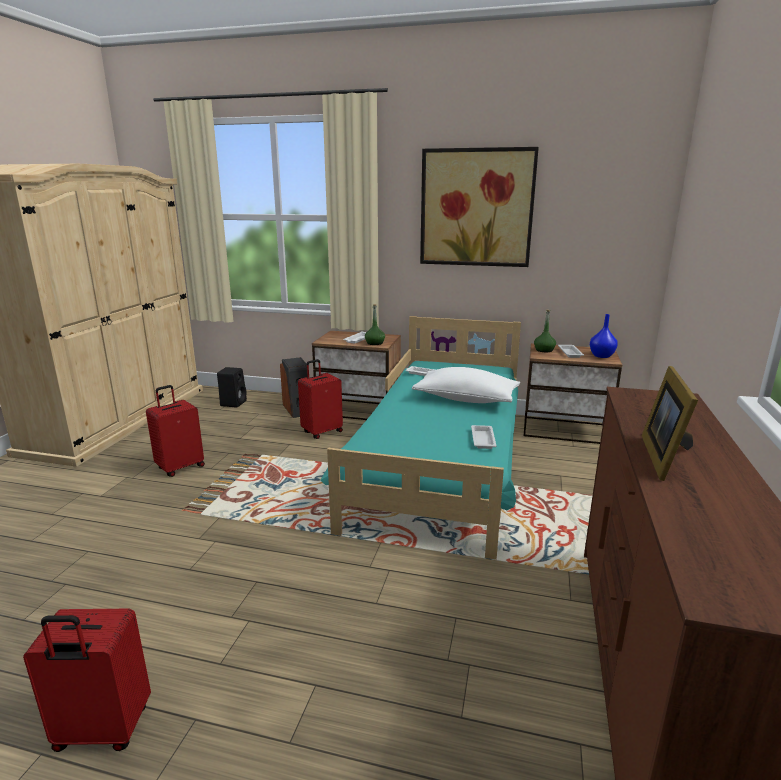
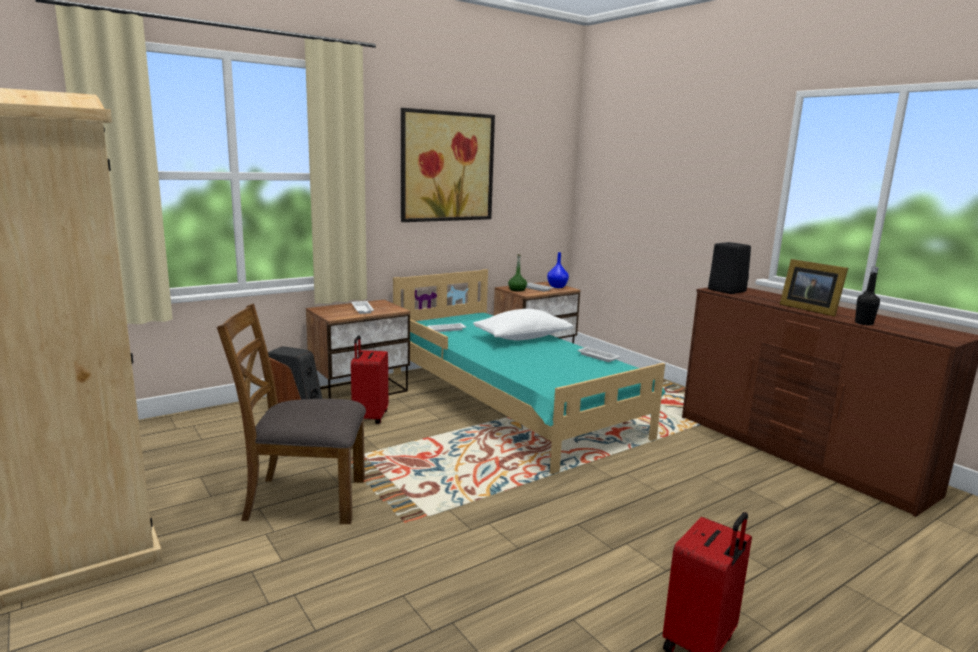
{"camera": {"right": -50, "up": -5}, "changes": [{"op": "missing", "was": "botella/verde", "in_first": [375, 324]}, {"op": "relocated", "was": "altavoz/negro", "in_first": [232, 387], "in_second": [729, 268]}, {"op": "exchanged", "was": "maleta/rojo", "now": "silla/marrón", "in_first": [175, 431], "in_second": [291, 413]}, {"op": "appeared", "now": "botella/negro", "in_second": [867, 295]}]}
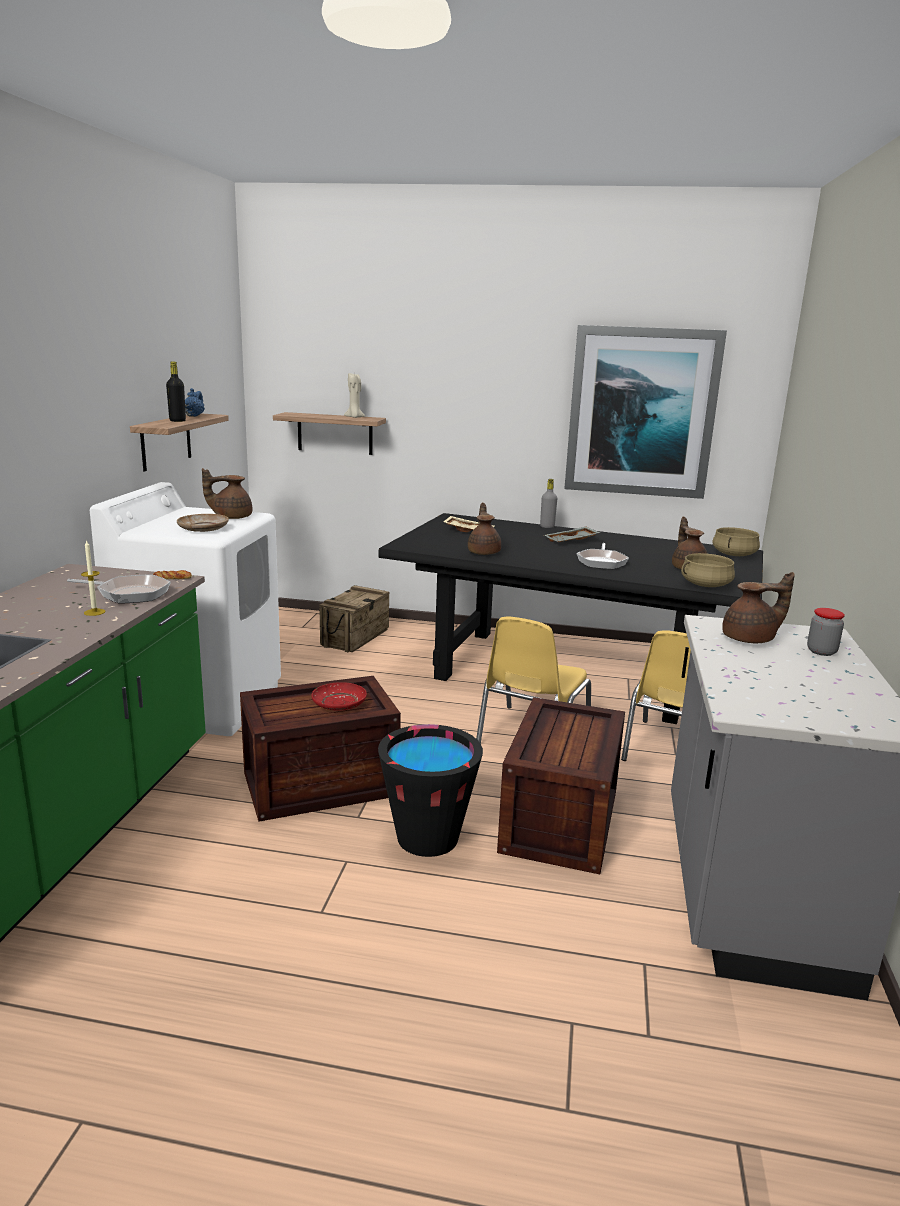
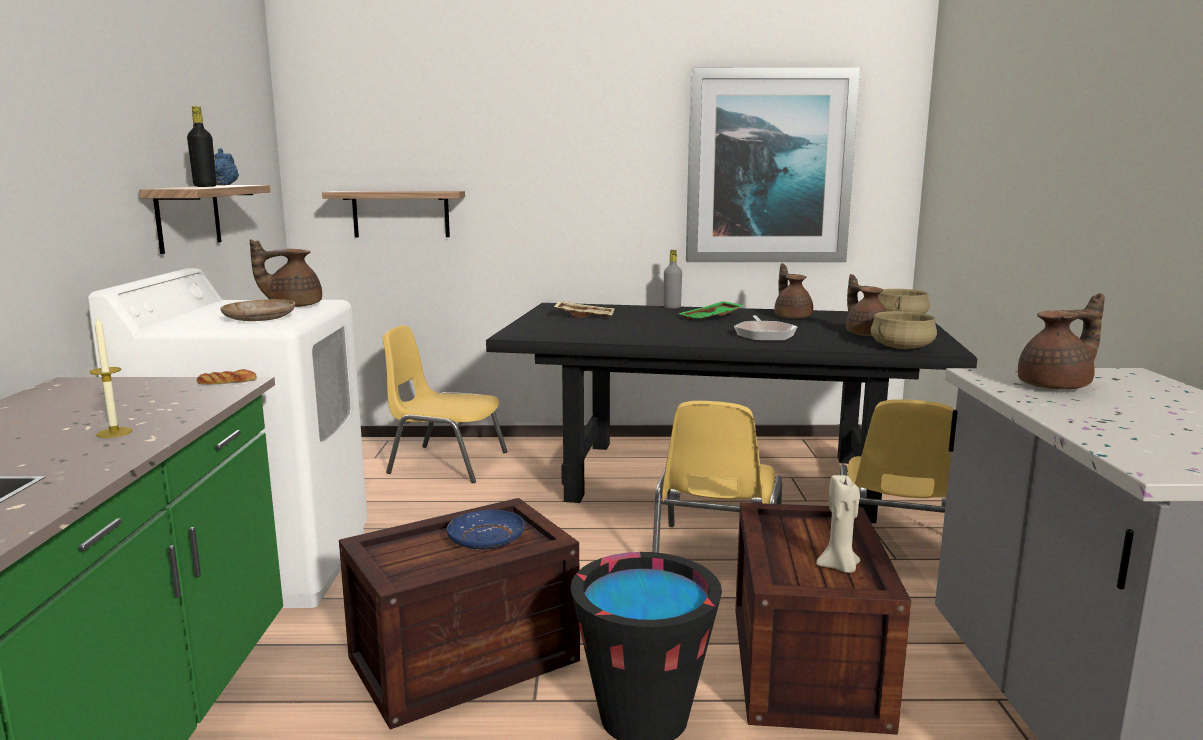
{"camera": {"right": -10, "up": -5}, "changes": [{"op": "relocated", "was": "vela/beis", "in_first": [354, 395], "in_second": [838, 524]}, {"op": "relocated", "was": "tetera/marrón", "in_first": [484, 529], "in_second": [793, 291]}, {"op": "colour", "was": "bandeja/gris", "now": "bandeja/verde", "in_first": [572, 534], "in_second": [712, 310]}, {"op": "missing", "was": "sartén", "in_first": [119, 589]}, {"op": "exchanged", "was": "caja de embalaje", "now": "silla/amarillo", "in_first": [354, 618], "in_second": [444, 404]}, {"op": "missing", "was": "tarro", "in_first": [826, 632]}, {"op": "colour", "was": "plato/rojo", "now": "plato/azul", "in_first": [339, 696], "in_second": [486, 529]}]}
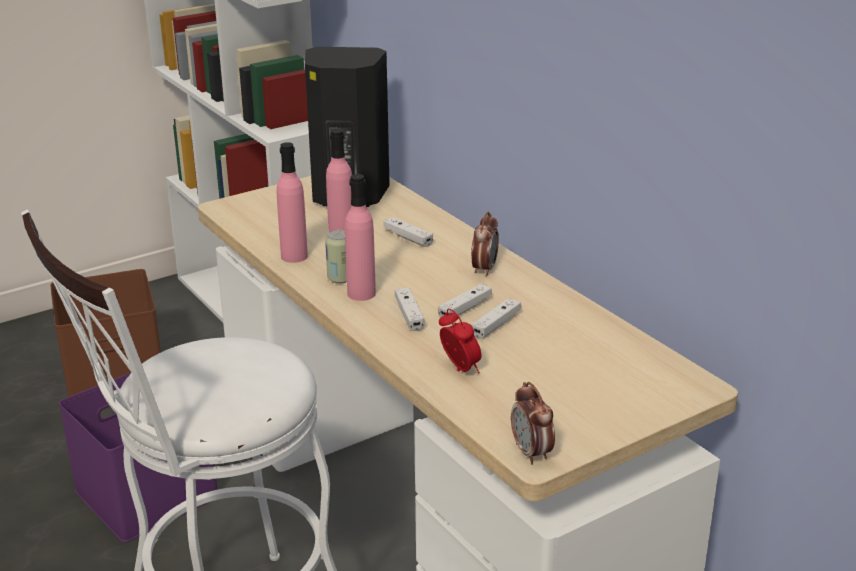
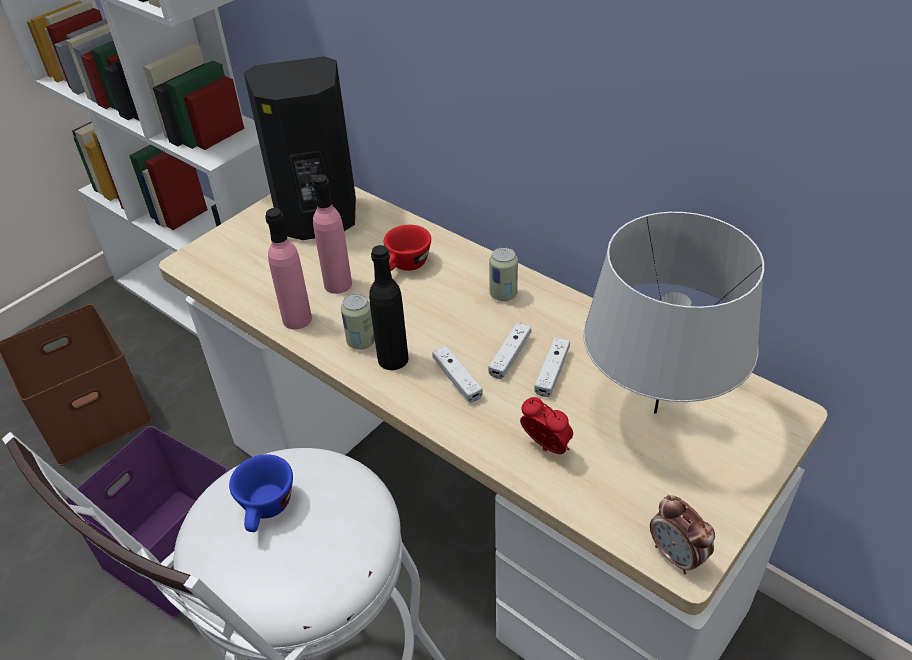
{"camera": {"right": -15, "up": 15}, "changes": [{"op": "colour", "was": "botella/rosa", "now": "botella/negro", "in_first": [360, 237], "in_second": [389, 307]}, {"op": "exchanged", "was": "despertador", "now": "lata", "in_first": [485, 244], "in_second": [503, 274]}, {"op": "exchanged", "was": "mando de consola/blanco", "now": "taza/rojo", "in_first": [408, 232], "in_second": [407, 248]}, {"op": "appeared", "now": "lámpara de mesa/gris", "in_second": [673, 313]}, {"op": "appeared", "now": "taza/azul", "in_second": [261, 493]}]}
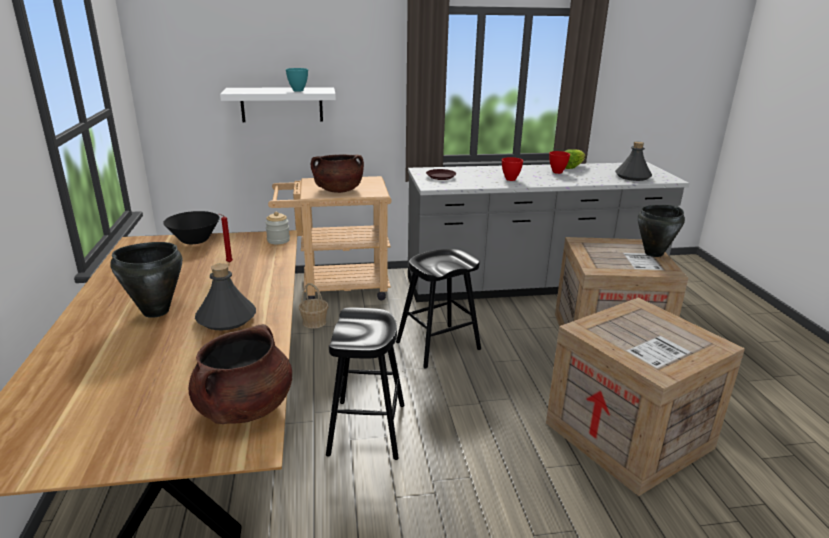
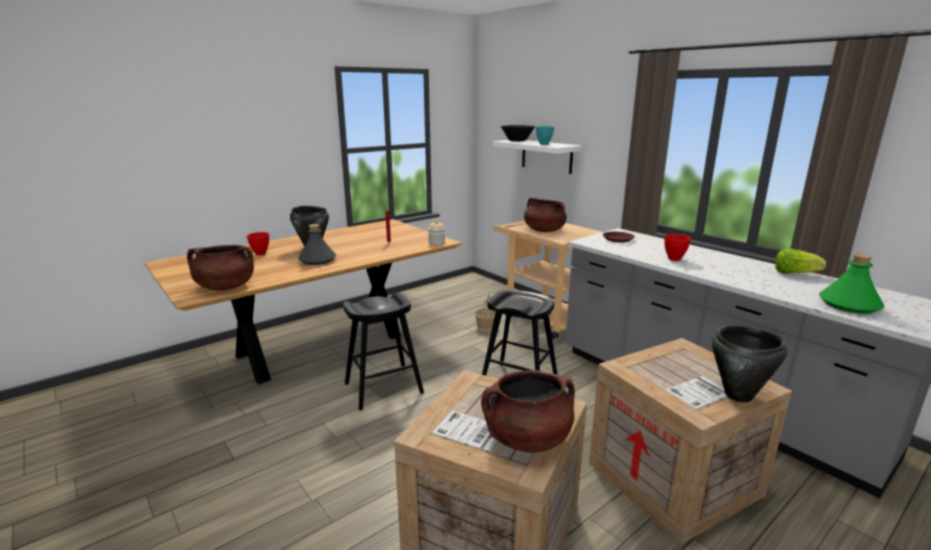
{"camera": {"right": 60, "up": -5}, "changes": [{"op": "colour", "was": "botella/gris", "now": "botella/verde", "in_first": [633, 161], "in_second": [851, 284]}, {"op": "relocated", "was": "cuenco/rojo", "in_first": [559, 162], "in_second": [258, 243]}, {"op": "relocated", "was": "cuenco/negro", "in_first": [191, 227], "in_second": [518, 133]}, {"op": "appeared", "now": "olla/marrón", "in_second": [528, 411]}]}
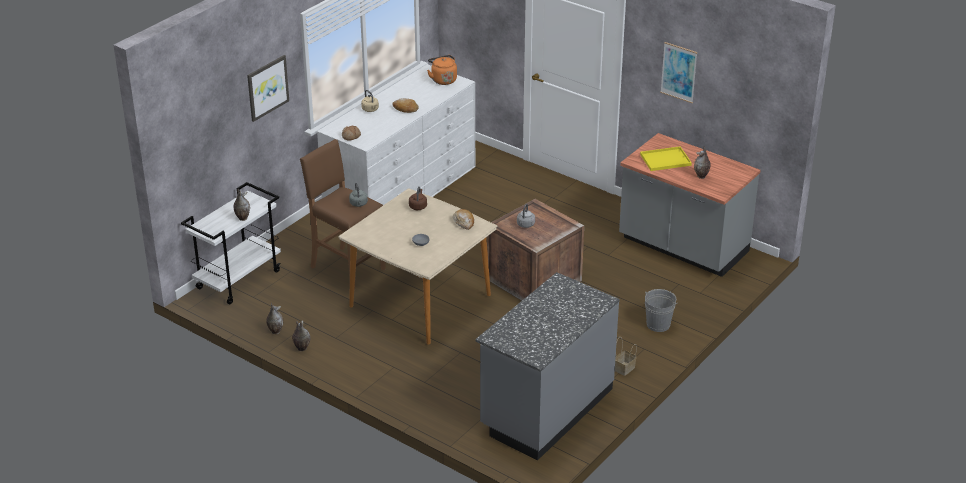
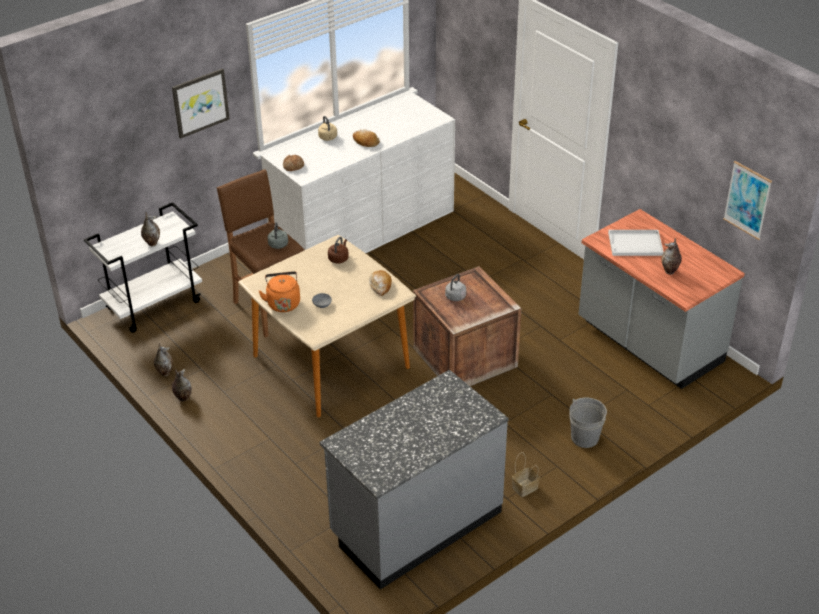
{"camera": {"right": 15, "up": 5}, "changes": [{"op": "relocated", "was": "cuadro", "in_first": [679, 72], "in_second": [747, 200]}, {"op": "relocated", "was": "hervidor/naranja", "in_first": [442, 70], "in_second": [279, 291]}, {"op": "colour", "was": "bandeja/amarillo", "now": "bandeja/blanco", "in_first": [666, 158], "in_second": [636, 243]}]}
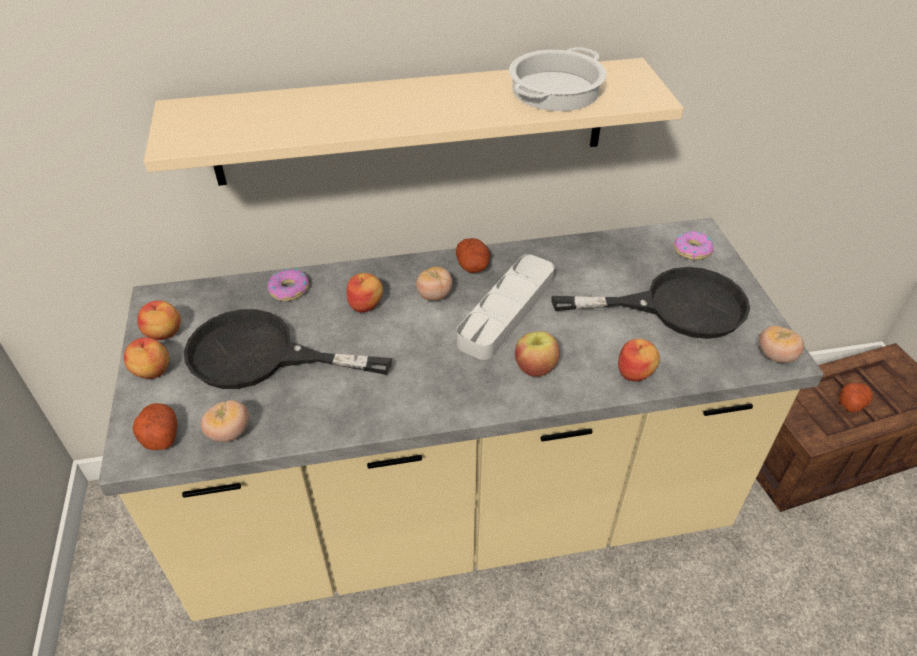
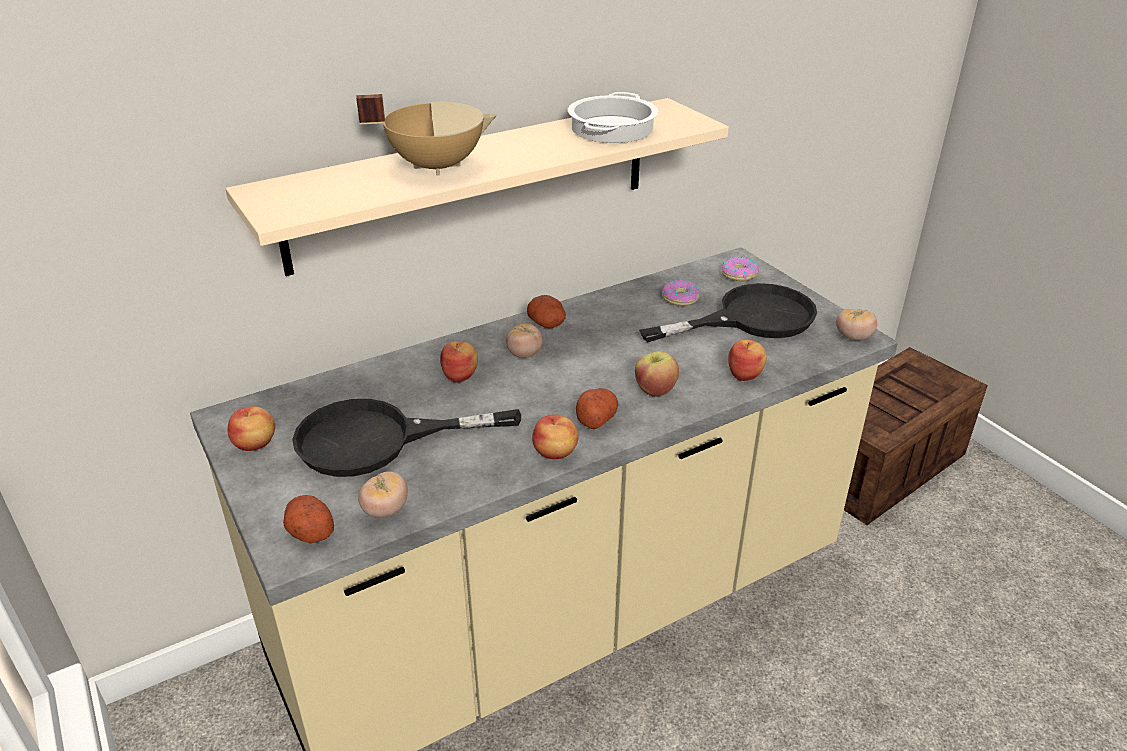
{"camera": {"right": -20, "up": -10}, "changes": [{"op": "missing", "was": "bandeja/gris", "in_first": [505, 307]}, {"op": "relocated", "was": "rosquilla", "in_first": [288, 285], "in_second": [681, 292]}, {"op": "relocated", "was": "manzana", "in_first": [146, 358], "in_second": [555, 436]}, {"op": "relocated", "was": "patata", "in_first": [856, 397], "in_second": [597, 408]}, {"op": "appeared", "now": "olla/beis", "in_second": [426, 135]}]}
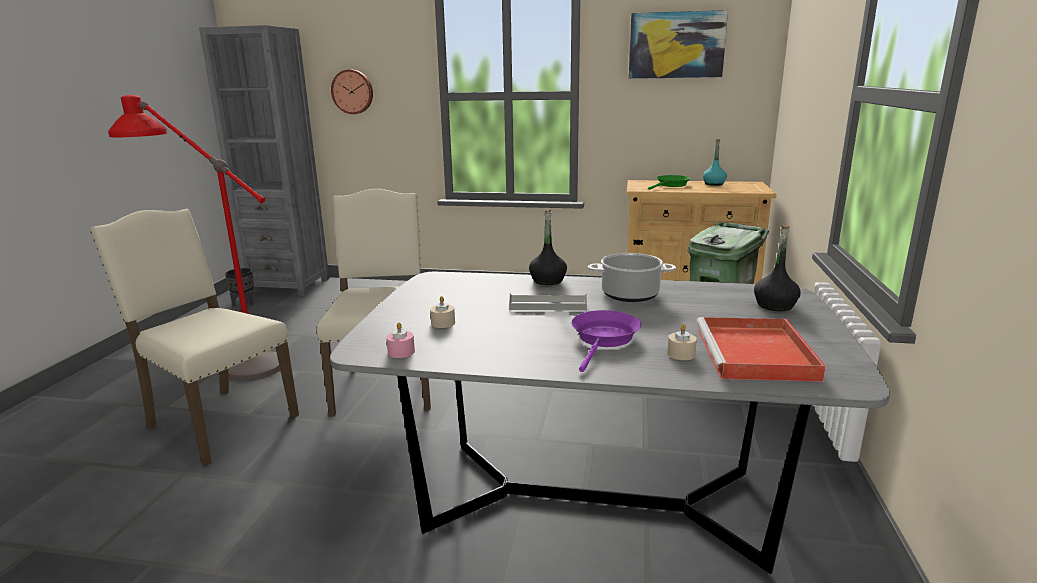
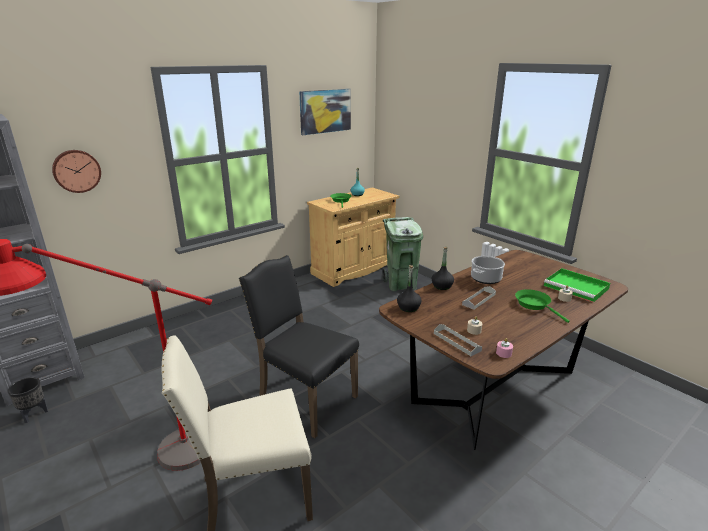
{"camera": {"right": -50, "up": 5}, "changes": [{"op": "colour", "was": "silla/beis", "now": "silla/negro", "in_first": [373, 303], "in_second": [299, 346]}, {"op": "relocated", "was": "botella/negro", "in_first": [777, 268], "in_second": [409, 288]}, {"op": "colour", "was": "mesa de comedor/gris", "now": "mesa de comedor/marrón", "in_first": [610, 423], "in_second": [503, 350]}, {"op": "colour", "was": "sartén/morado", "now": "sartén/verde", "in_first": [606, 341], "in_second": [542, 306]}, {"op": "colour", "was": "bandeja/rojo", "now": "bandeja/verde", "in_first": [761, 349], "in_second": [577, 285]}, {"op": "appeared", "now": "bandeja/gris", "in_second": [458, 340]}]}
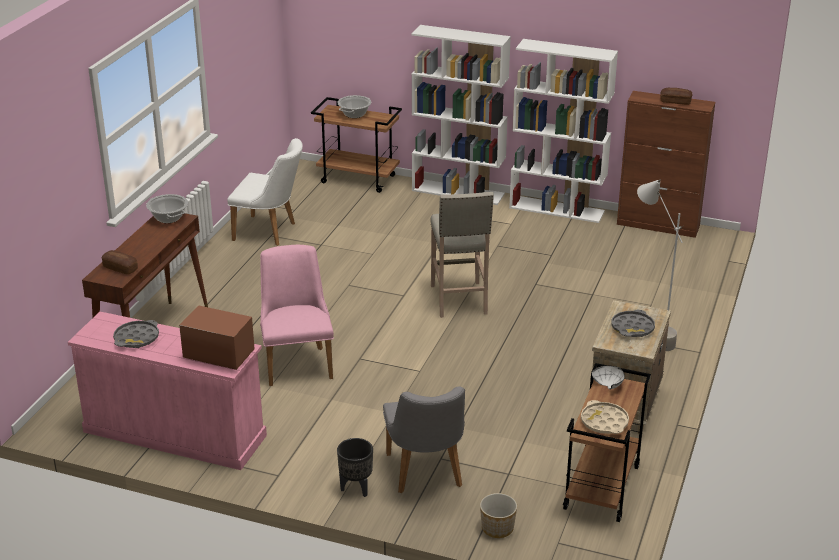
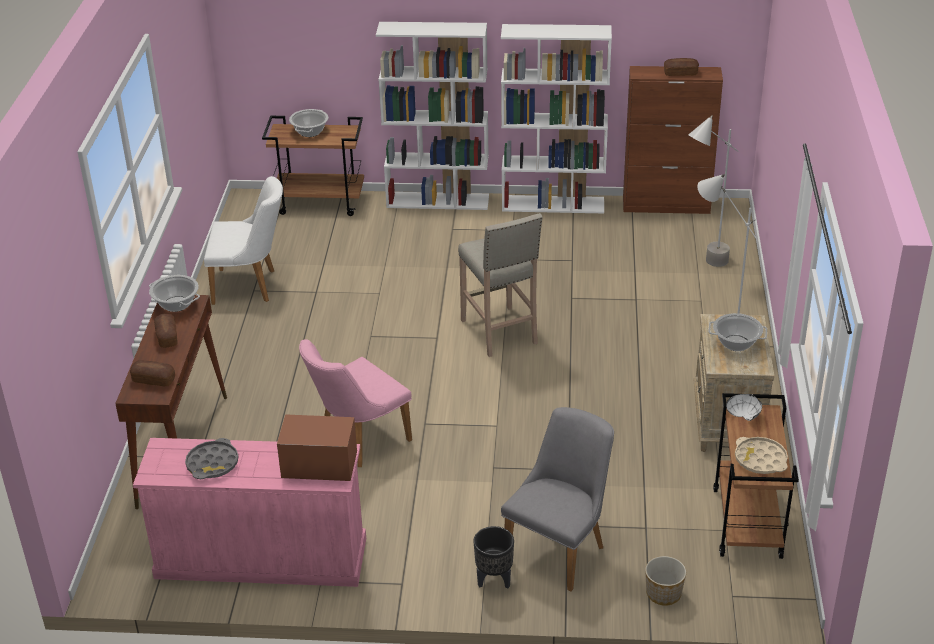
{"camera": {"right": -15, "up": 5}, "changes": [{"op": "spun", "was": "silla/rosa", "in_first": [297, 315], "in_second": [355, 403], "clockwise": -105}, {"op": "exchanged", "was": "bandeja/gris", "now": "olla", "in_first": [633, 323], "in_second": [737, 332]}, {"op": "spun", "was": "silla/gris", "in_first": [424, 440], "in_second": [557, 499], "clockwise": -120}, {"op": "appeared", "now": "lámpara de pie/gris", "in_second": [713, 191]}, {"op": "appeared", "now": "pan", "in_second": [166, 330]}]}
